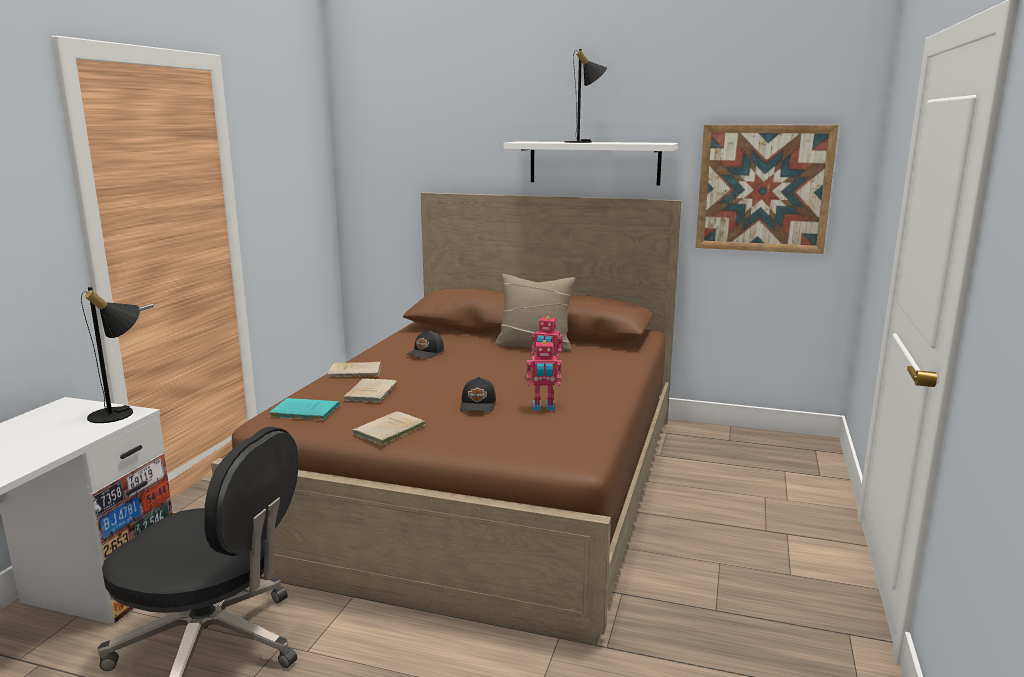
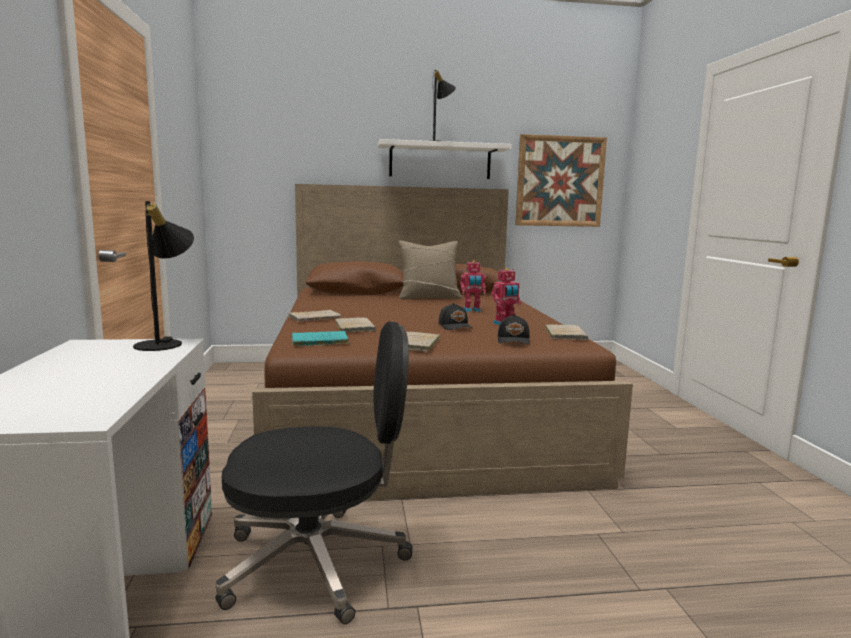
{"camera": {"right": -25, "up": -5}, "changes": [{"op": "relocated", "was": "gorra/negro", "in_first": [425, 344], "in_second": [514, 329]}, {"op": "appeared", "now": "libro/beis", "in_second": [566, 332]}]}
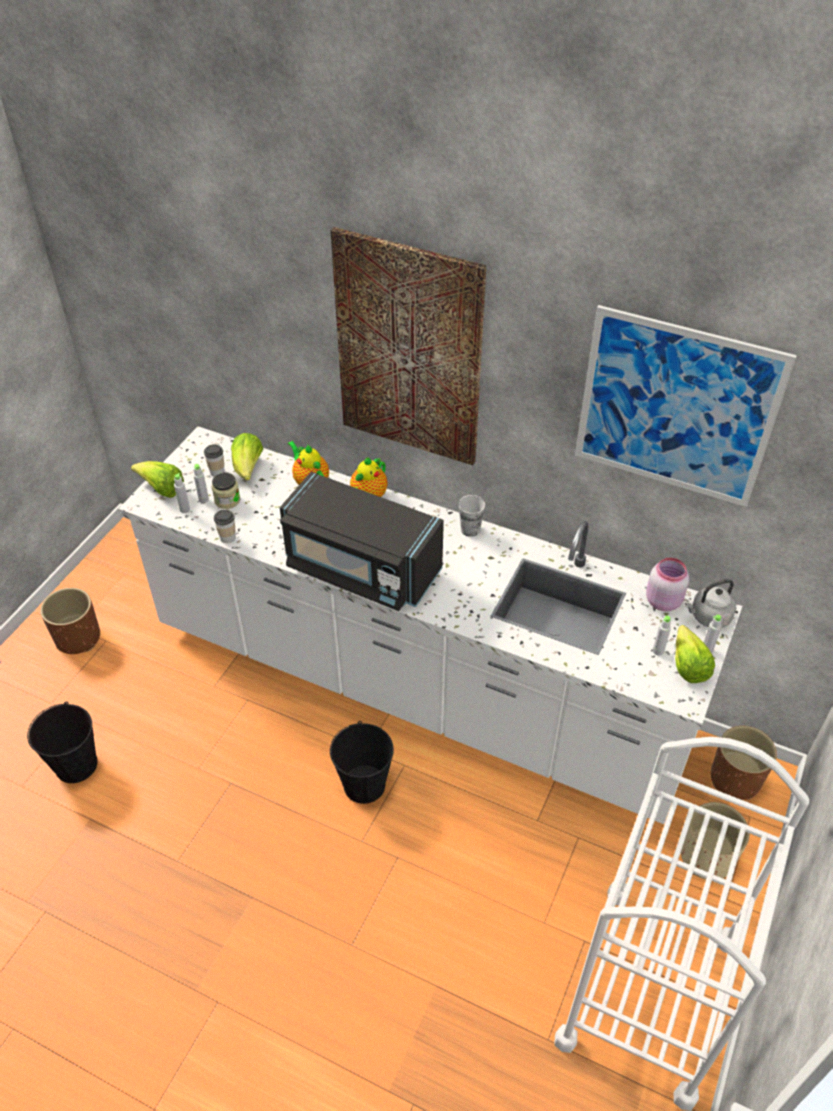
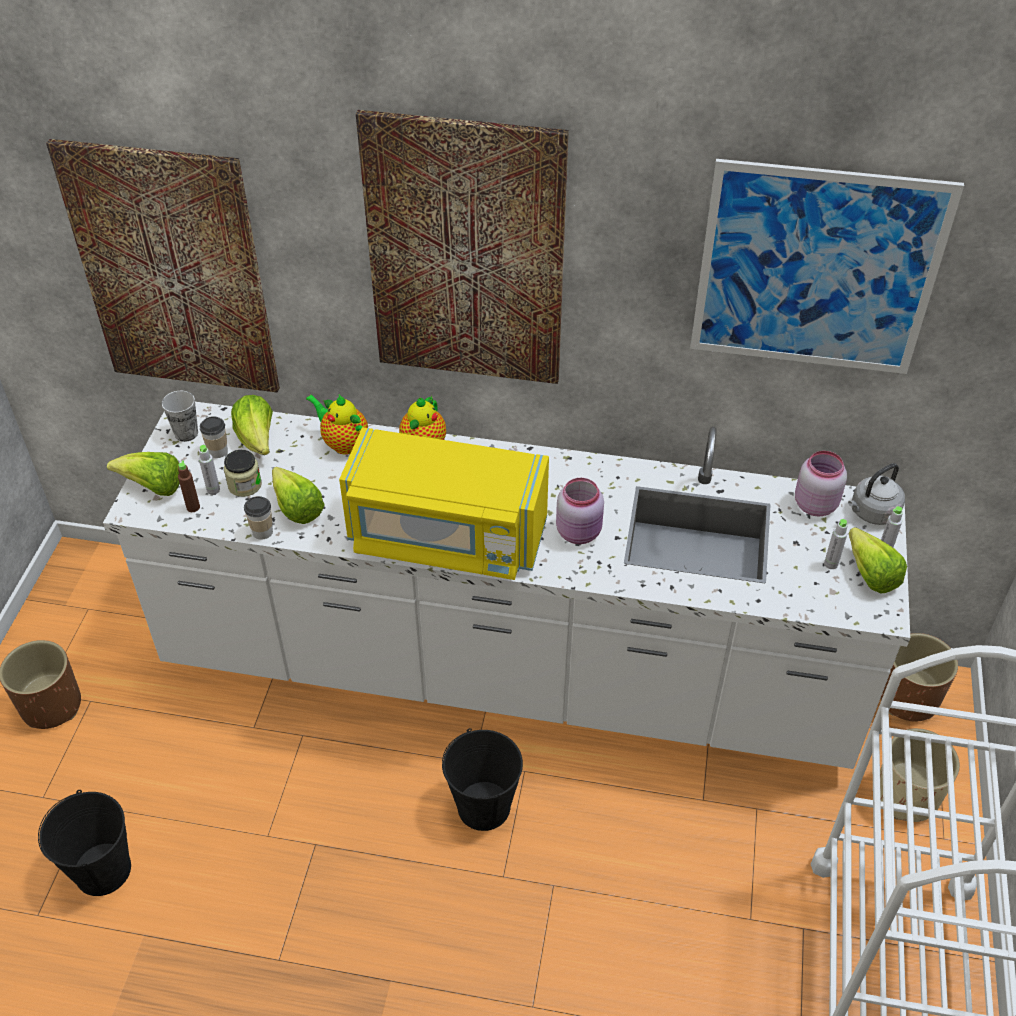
{"camera": {"right": -15, "up": 0}, "changes": [{"op": "colour", "was": "microondas/negro", "now": "microondas/amarillo", "in_first": [362, 541], "in_second": [444, 503]}, {"op": "colour", "was": "botella/gris", "now": "botella/marrón", "in_first": [182, 493], "in_second": [189, 486]}, {"op": "relocated", "was": "taza", "in_first": [471, 516], "in_second": [180, 416]}, {"op": "appeared", "now": "cuadro", "in_second": [163, 266]}, {"op": "appeared", "now": "lechuga", "in_second": [298, 495]}, {"op": "appeared", "now": "tarro/rosa", "in_second": [580, 511]}]}
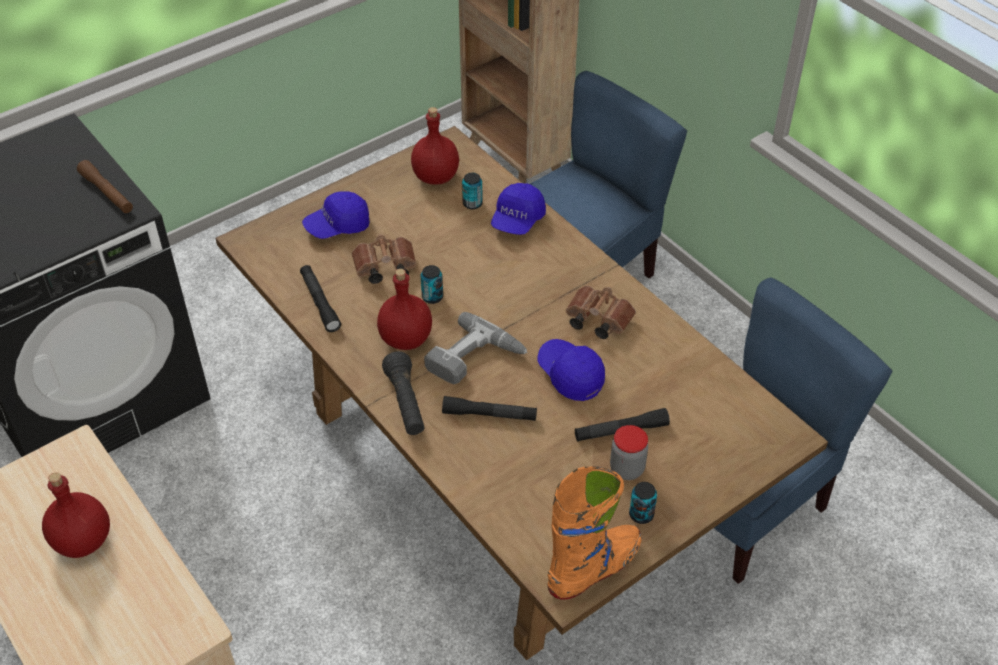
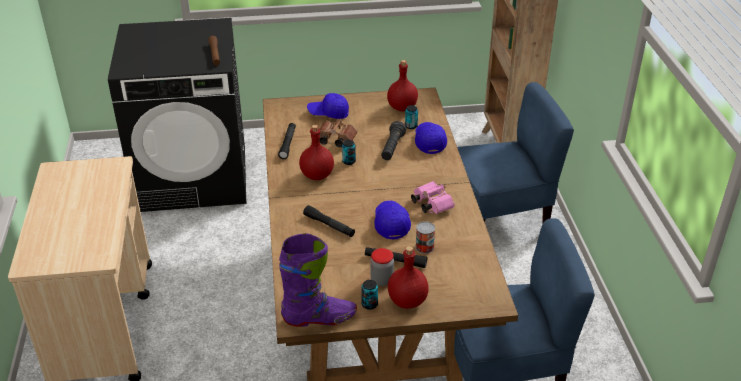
{"camera": {"right": 30, "up": -10}, "changes": [{"op": "spun", "was": "gorra/azul", "in_first": [518, 209], "in_second": [431, 138], "clockwise": 120}, {"op": "colour", "was": "prismáticos/marrón", "now": "prismáticos/rosa", "in_first": [601, 312], "in_second": [433, 197]}, {"op": "missing", "was": "taladro", "in_first": [475, 348]}, {"op": "relocated", "was": "linterna/negro", "in_first": [403, 393], "in_second": [393, 140]}, {"op": "colour", "was": "bota/naranja", "now": "bota/morado", "in_first": [595, 533], "in_second": [318, 280]}, {"op": "relocated", "was": "botella/rojo", "in_first": [76, 515], "in_second": [408, 277]}, {"op": "appeared", "now": "lata", "in_second": [425, 237]}]}
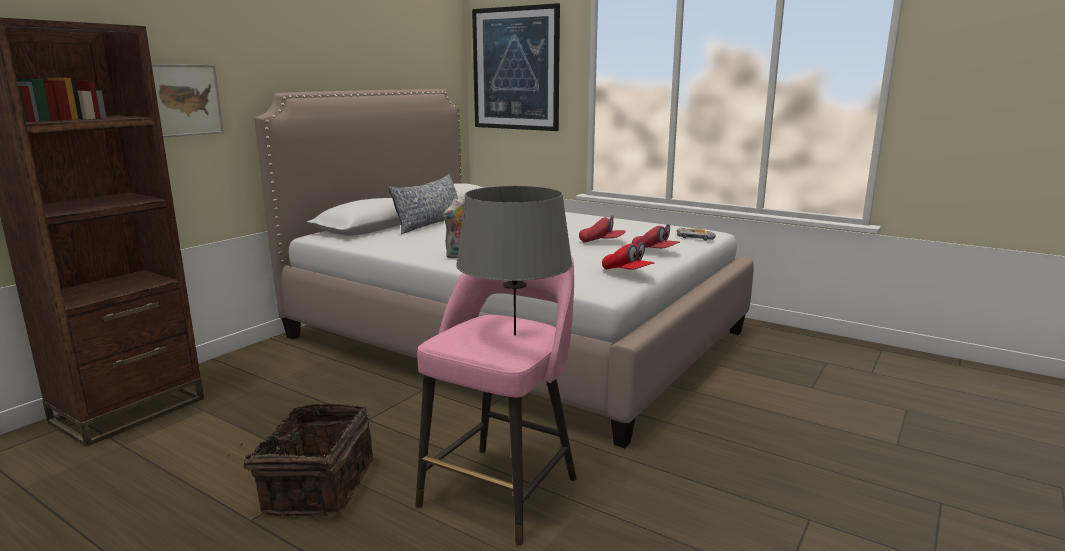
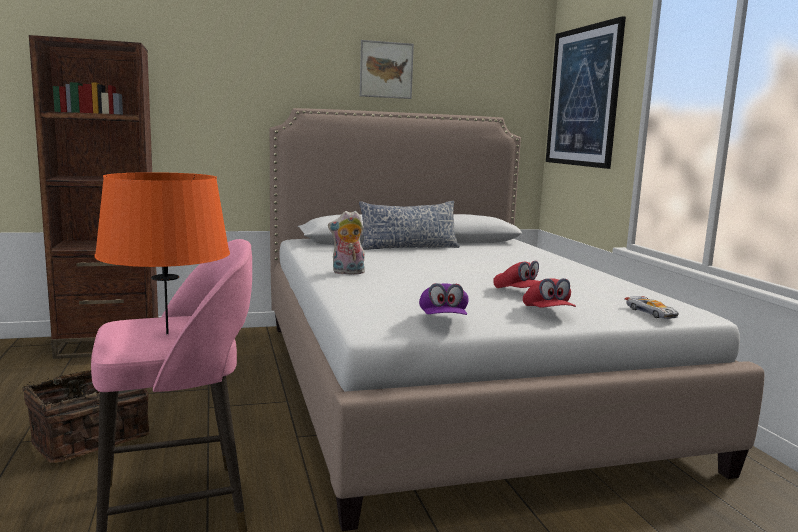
{"camera": {"right": 40, "up": -5}, "changes": [{"op": "relocated", "was": "cuadro", "in_first": [188, 101], "in_second": [387, 69]}, {"op": "colour", "was": "lámpara de mesa/gris", "now": "lámpara de mesa/naranja", "in_first": [514, 261], "in_second": [162, 253]}, {"op": "colour", "was": "gorra/rojo", "now": "gorra/morado", "in_first": [628, 256], "in_second": [444, 299]}]}
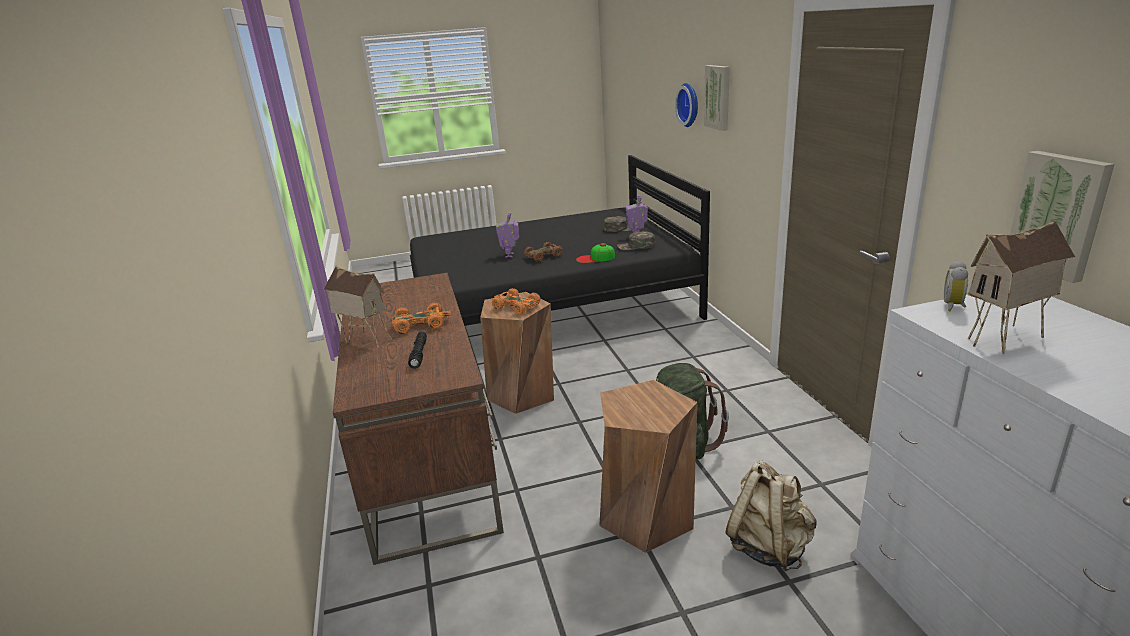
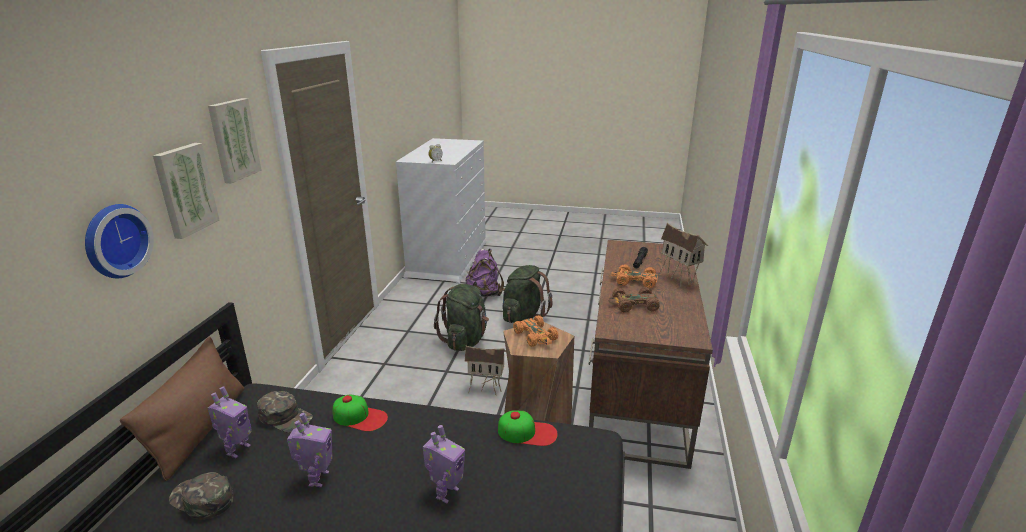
{"camera": {"right": -155, "up": 0}, "changes": [{"op": "relocated", "was": "cuadro", "in_first": [1062, 217], "in_second": [235, 140]}, {"op": "relocated", "was": "casita", "in_first": [1021, 287], "in_second": [485, 370]}, {"op": "relocated", "was": "coche de juguete/marrón", "in_first": [543, 252], "in_second": [634, 299]}, {"op": "exchanged", "was": "taburete/marrón", "now": "mochila/verde", "in_first": [648, 466], "in_second": [527, 294]}, {"op": "colour", "was": "mochila/beis", "now": "mochila/morado", "in_first": [771, 515], "in_second": [485, 273]}, {"op": "appeared", "now": "cojín/marrón", "in_second": [182, 409]}, {"op": "appeared", "now": "gorra", "in_second": [528, 428]}, {"op": "appeared", "now": "robot de juguete", "in_second": [309, 450]}]}
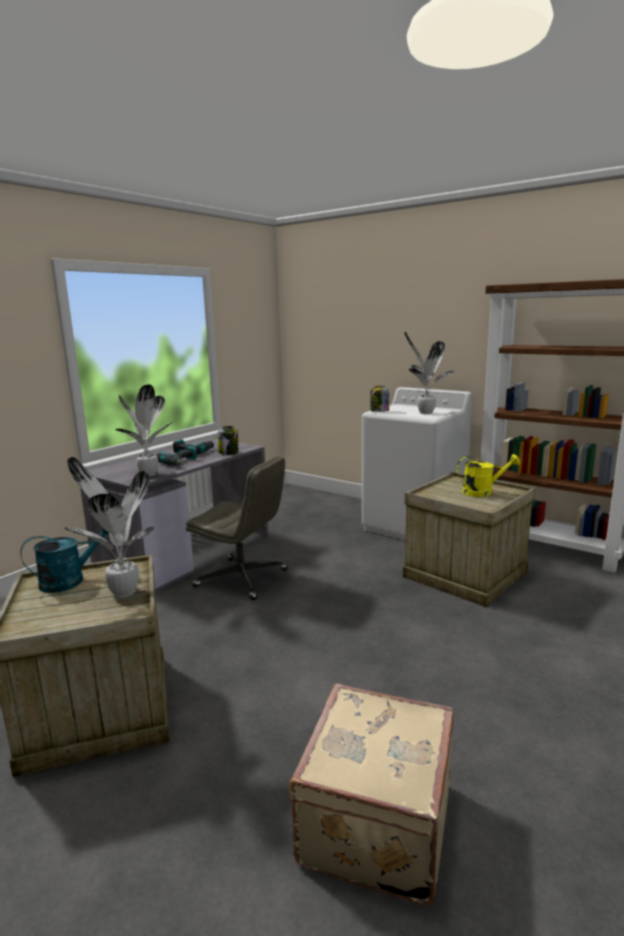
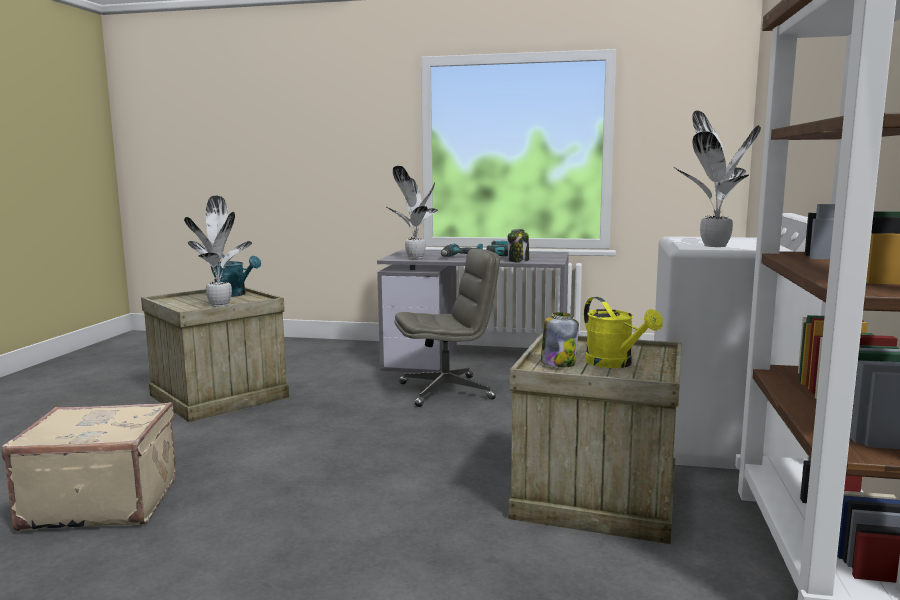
{"camera": {"right": 65, "up": -5}, "changes": [{"op": "relocated", "was": "tarro", "in_first": [379, 399], "in_second": [560, 339]}, {"op": "spun", "was": "silla de oficina/gris", "in_first": [237, 528], "in_second": [447, 328], "clockwise": -105}]}
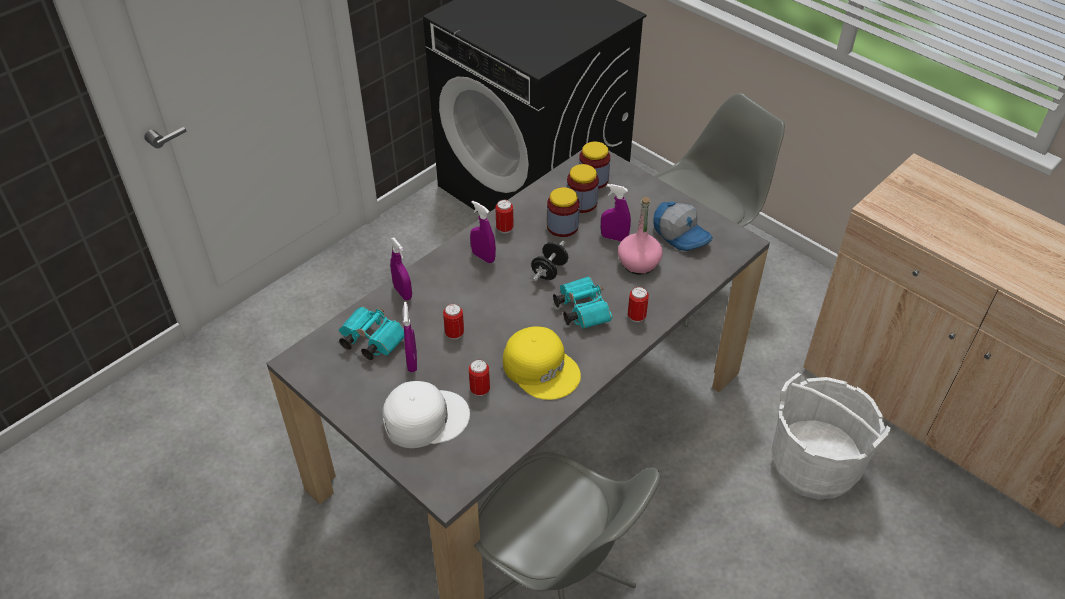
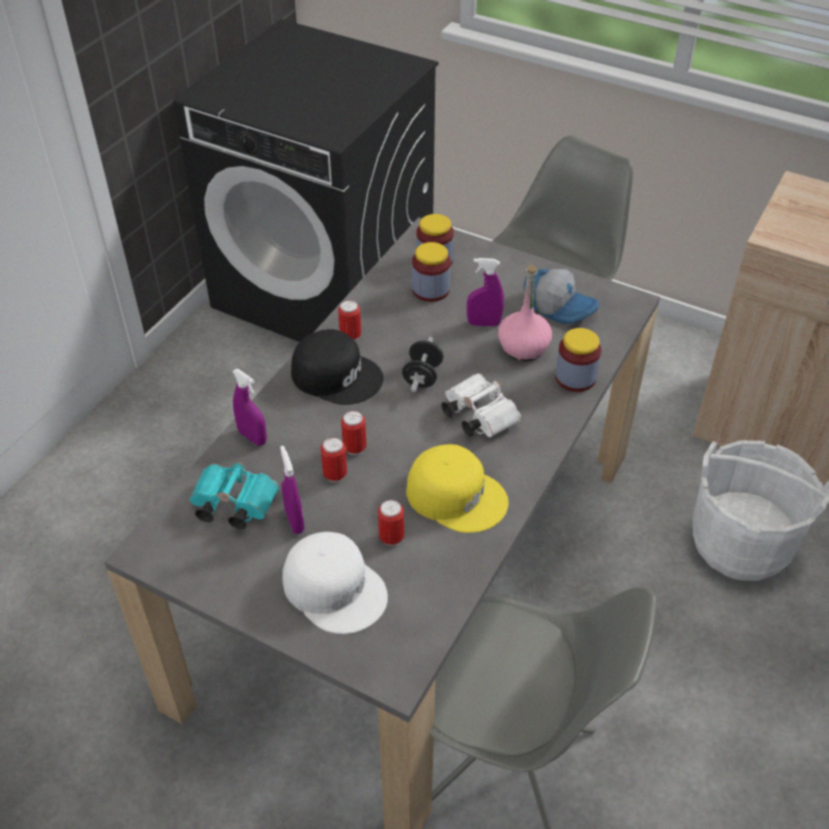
{"camera": {"right": -15, "up": 0}, "changes": [{"op": "relocated", "was": "tarro", "in_first": [563, 212], "in_second": [578, 360]}, {"op": "exchanged", "was": "pulverizador/morado", "now": "gorra/negro", "in_first": [483, 232], "in_second": [337, 367]}, {"op": "colour", "was": "prismáticos/turquesa", "now": "prismáticos/blanco", "in_first": [582, 302], "in_second": [481, 405]}, {"op": "relocated", "was": "lata", "in_first": [638, 304], "in_second": [354, 433]}, {"op": "spun", "was": "gorra/blanco", "in_first": [426, 414], "in_second": [335, 583], "clockwise": 75}]}
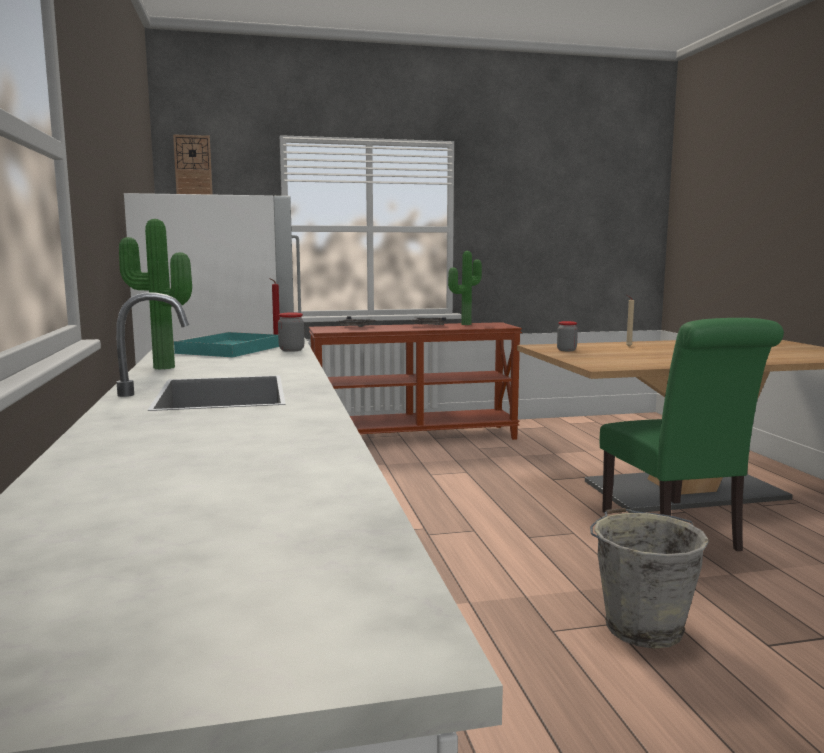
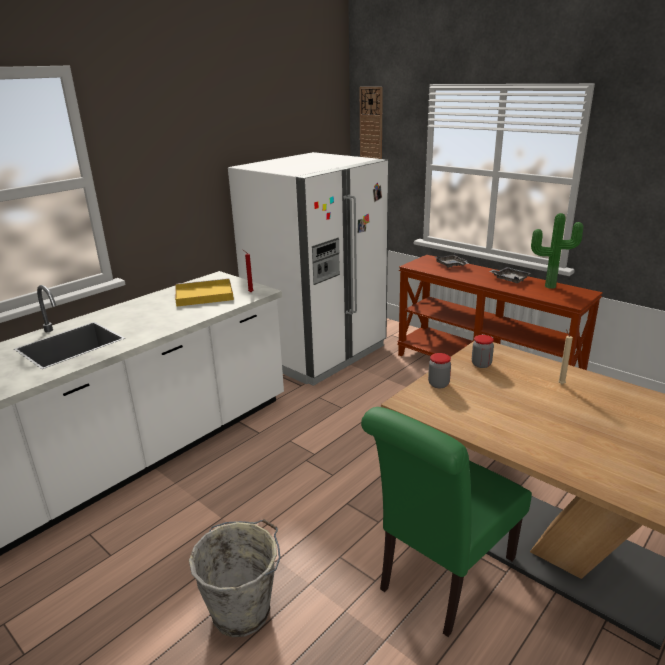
{"camera": {"right": 55, "up": 15}, "changes": [{"op": "missing", "was": "planta en maceta", "in_first": [155, 294]}, {"op": "relocated", "was": "tarro", "in_first": [291, 332], "in_second": [439, 370]}, {"op": "colour", "was": "bandeja/turquesa", "now": "bandeja/amarillo", "in_first": [226, 345], "in_second": [204, 292]}]}
